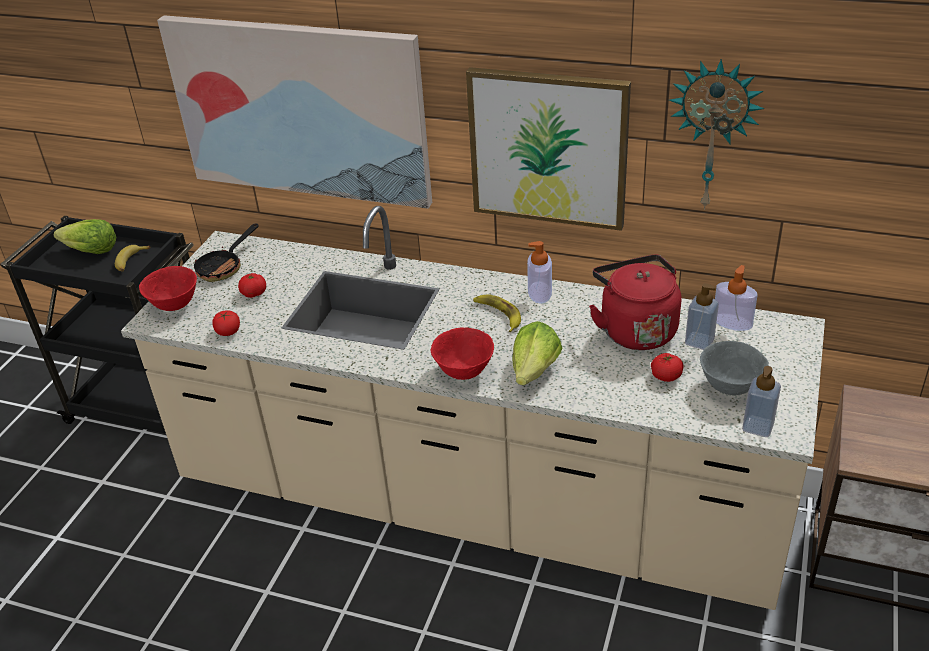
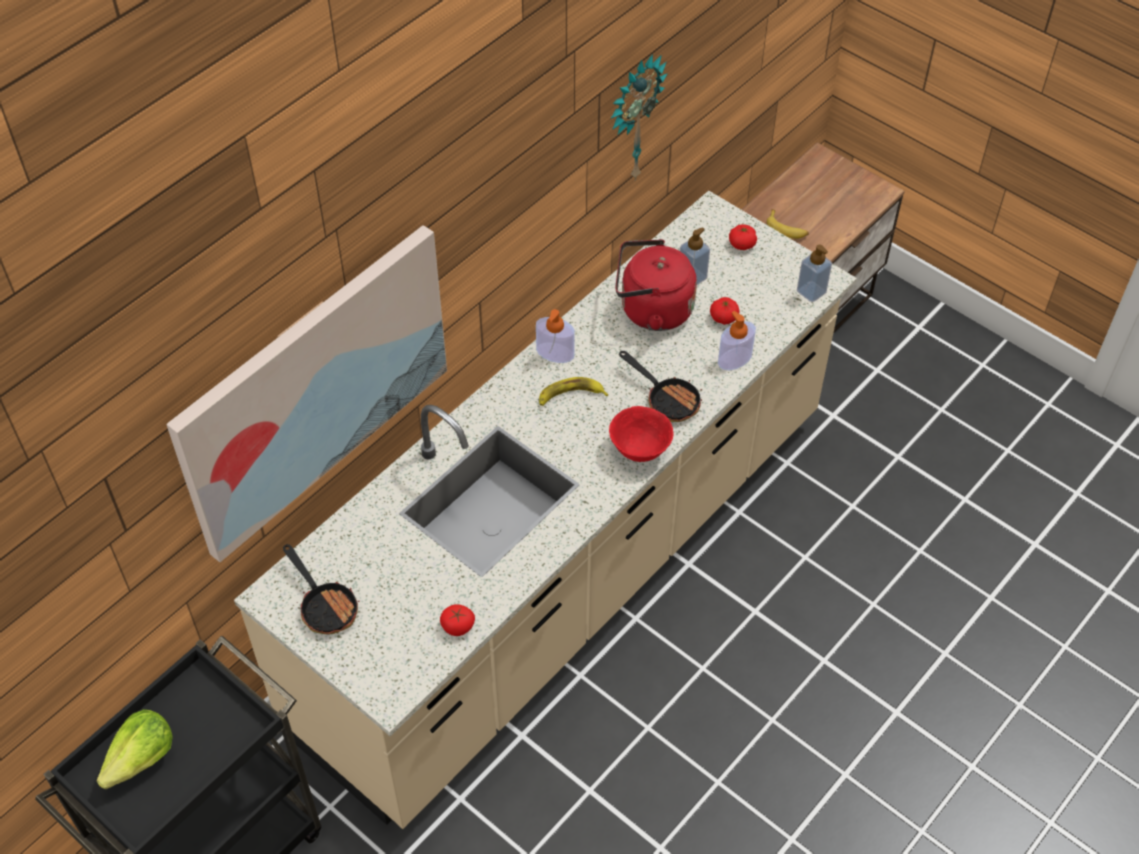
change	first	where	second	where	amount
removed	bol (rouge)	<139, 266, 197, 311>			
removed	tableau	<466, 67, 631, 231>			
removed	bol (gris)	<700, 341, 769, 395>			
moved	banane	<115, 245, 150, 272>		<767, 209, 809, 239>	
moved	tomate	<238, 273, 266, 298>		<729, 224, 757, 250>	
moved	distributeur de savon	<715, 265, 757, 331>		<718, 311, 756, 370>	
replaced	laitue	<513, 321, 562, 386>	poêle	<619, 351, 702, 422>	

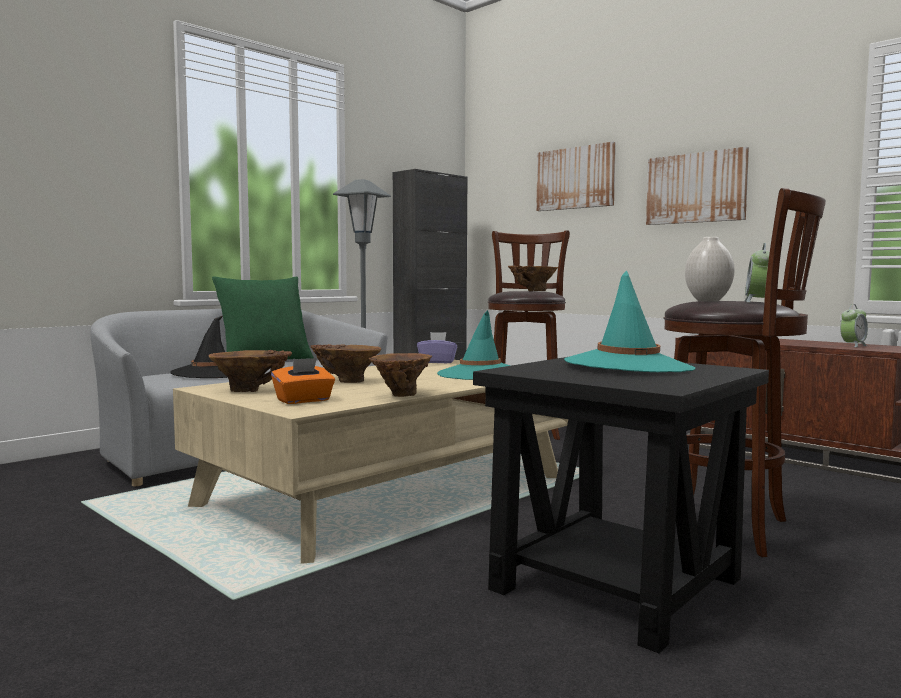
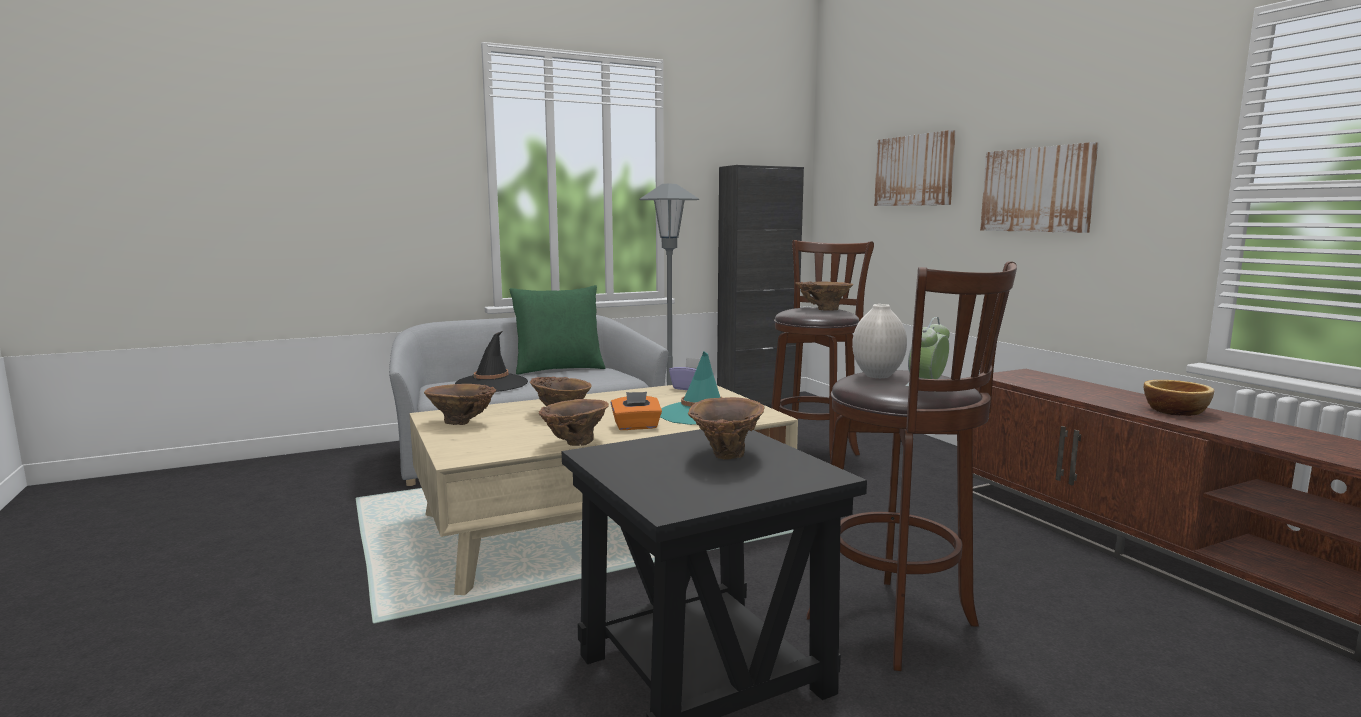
change	first	where	second	where	amount
moved	boîte à mouchoirs (orange)	<271, 358, 335, 404>		<611, 392, 662, 430>	
replaced	chapeau (turquoise)	<564, 270, 695, 372>	vase (marron)	<688, 397, 765, 460>	
replaced	réveil	<840, 304, 868, 347>	bol	<1144, 380, 1214, 416>	

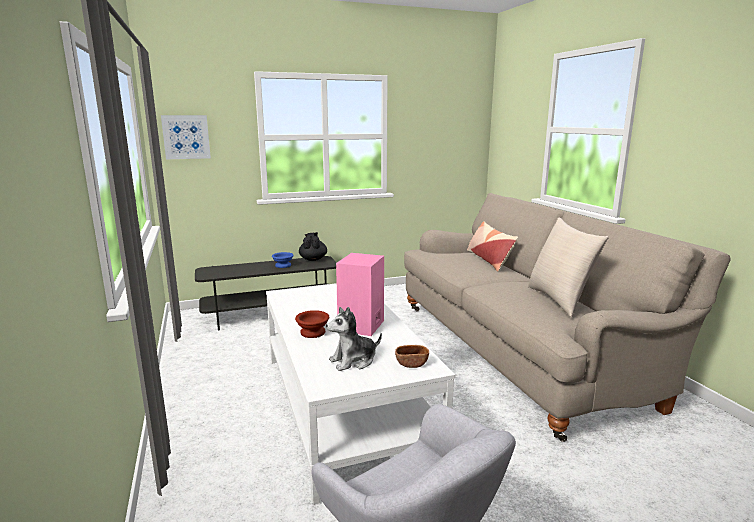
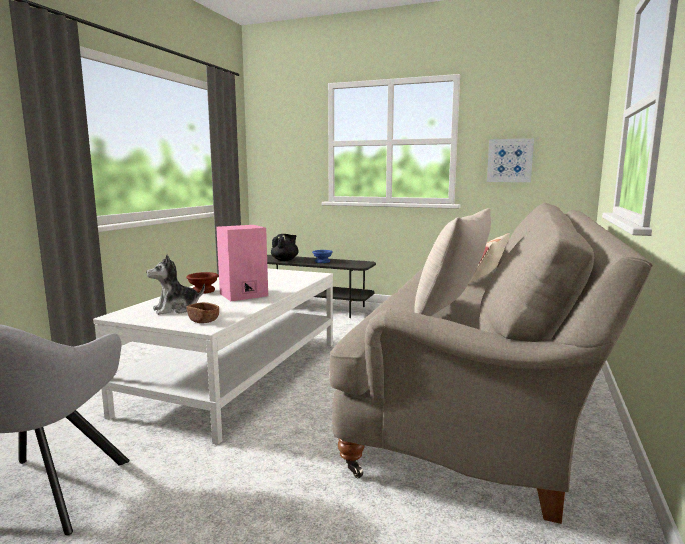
change	first	where	second	where	amount
moved	tableau	<161, 115, 211, 159>		<487, 138, 534, 182>	
moved	théière (noir)	<299, 232, 327, 261>		<271, 234, 299, 261>	
turned	peluche	<326, 307, 382, 371>		<146, 254, 205, 315>	45 degrees counterclockwise

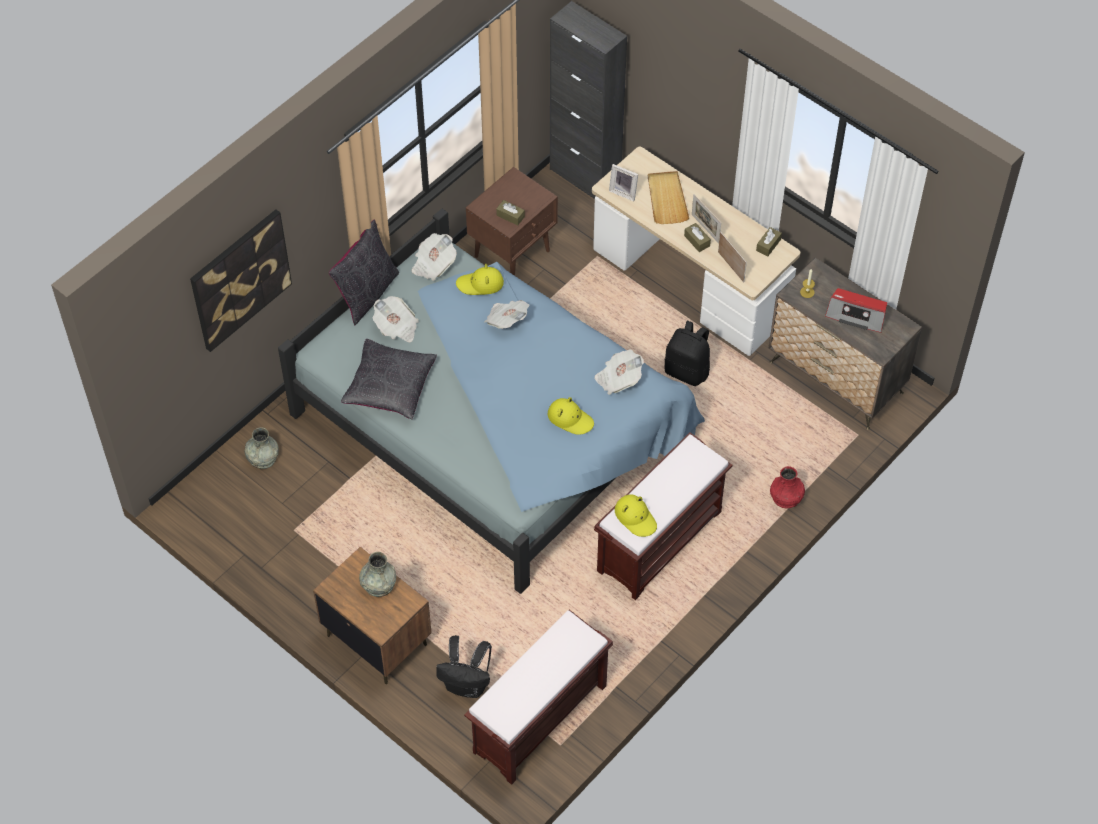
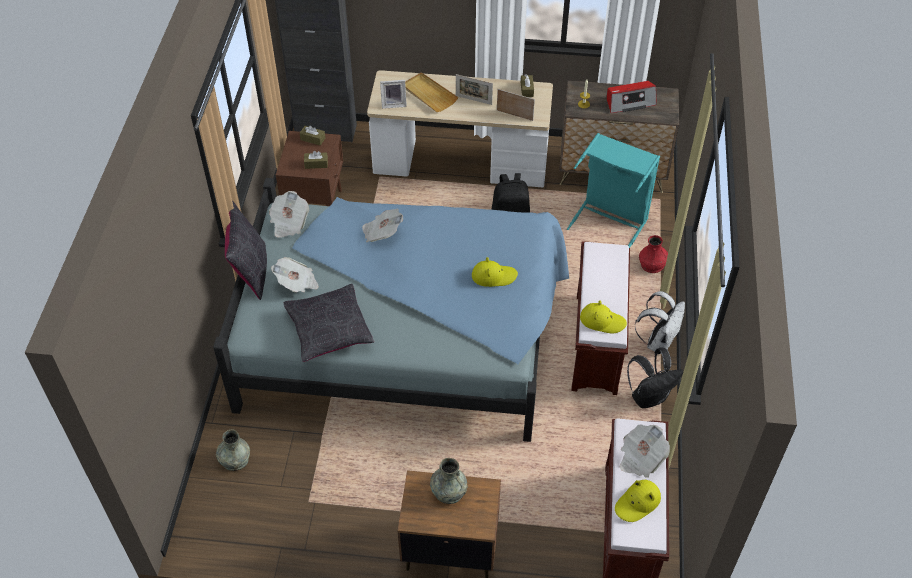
change	first	where	second	where	amount
removed	tableau	<190, 209, 292, 352>			
added			panier à linge (turquoise)	<567, 133, 660, 248>	
added			sac à dos (blanc)	<635, 291, 685, 354>	
moved	sac à dos (noir)	<436, 635, 492, 698>		<627, 348, 683, 408>	
moved	chapeau (jaune)	<456, 264, 504, 295>		<615, 480, 661, 522>	
moved	journal	<595, 349, 644, 395>		<619, 424, 670, 478>	
moved	boîte à mouchoirs (marron)	<684, 223, 711, 252>		<300, 125, 325, 146>	

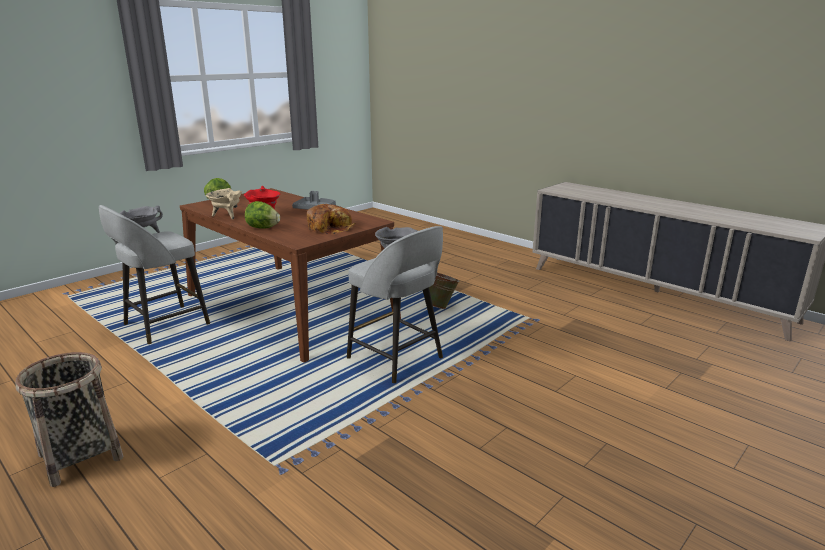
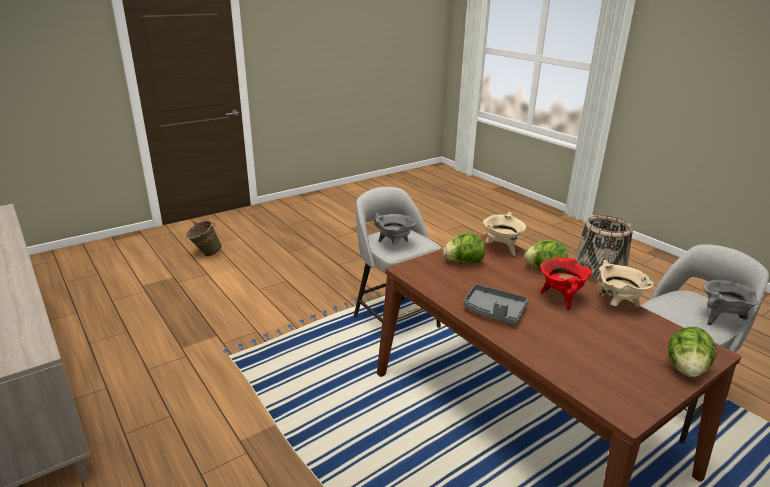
change	first	where	second	where	amount
added			marmite (beige)	<483, 212, 526, 256>	
moved	seau (vert)	<425, 273, 460, 309>		<186, 220, 222, 257>	
replaced	pain	<307, 204, 356, 234>	laitue	<443, 233, 485, 264>	

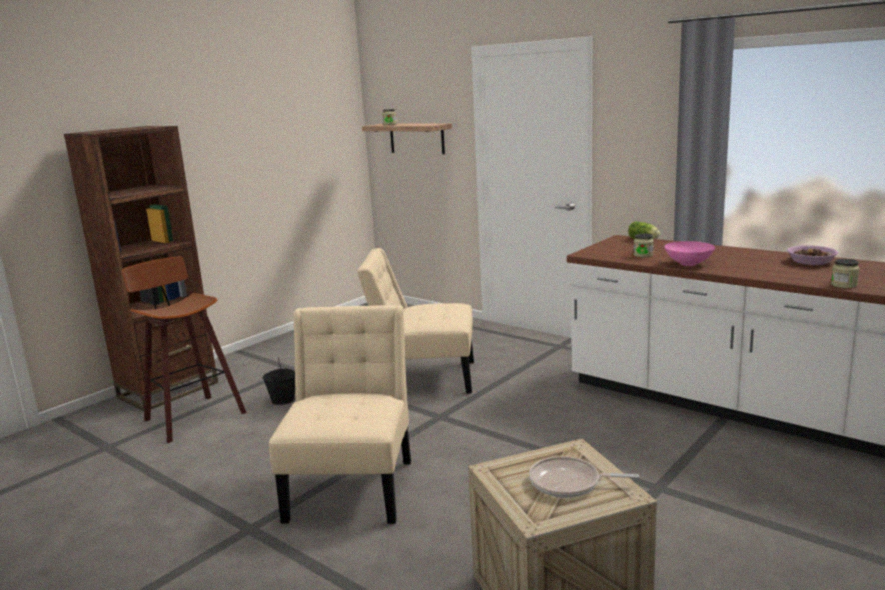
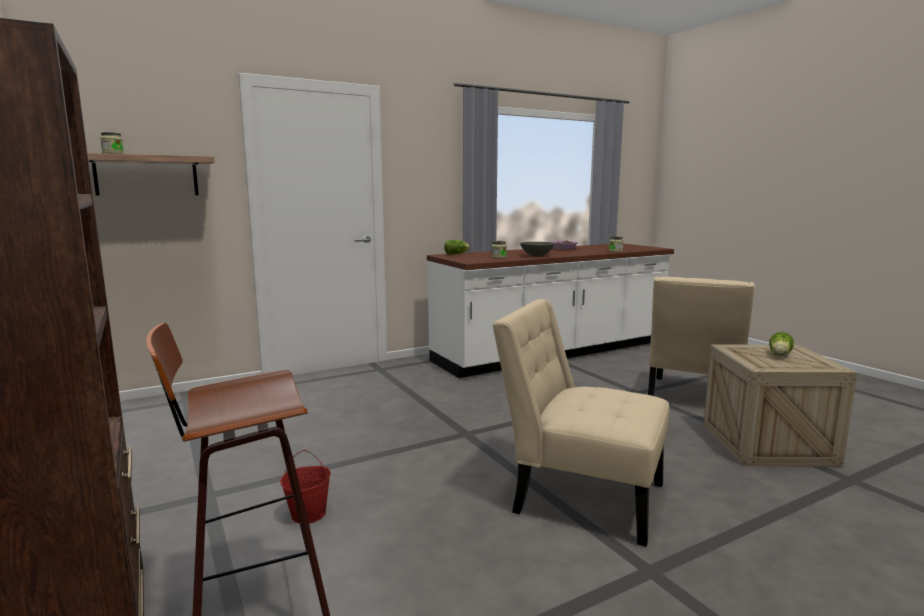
change	first	where	second	where	amount
moved	chaise (beige)	<357, 248, 474, 394>		<648, 276, 755, 396>	
replaced	poêle	<529, 456, 639, 498>	laitue	<769, 332, 794, 356>	
recoloured	seau (noir)	<262, 357, 295, 405>	seau (rouge)	<281, 450, 331, 524>	
recoloured	bol (rose)	<664, 241, 715, 266>	bol (gris)	<520, 242, 555, 257>	

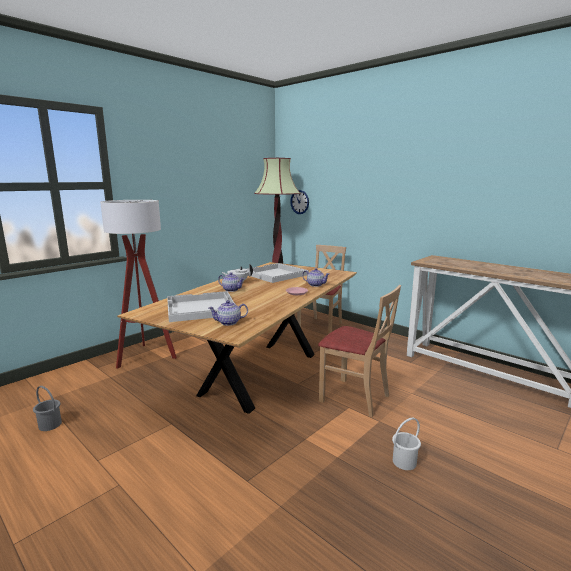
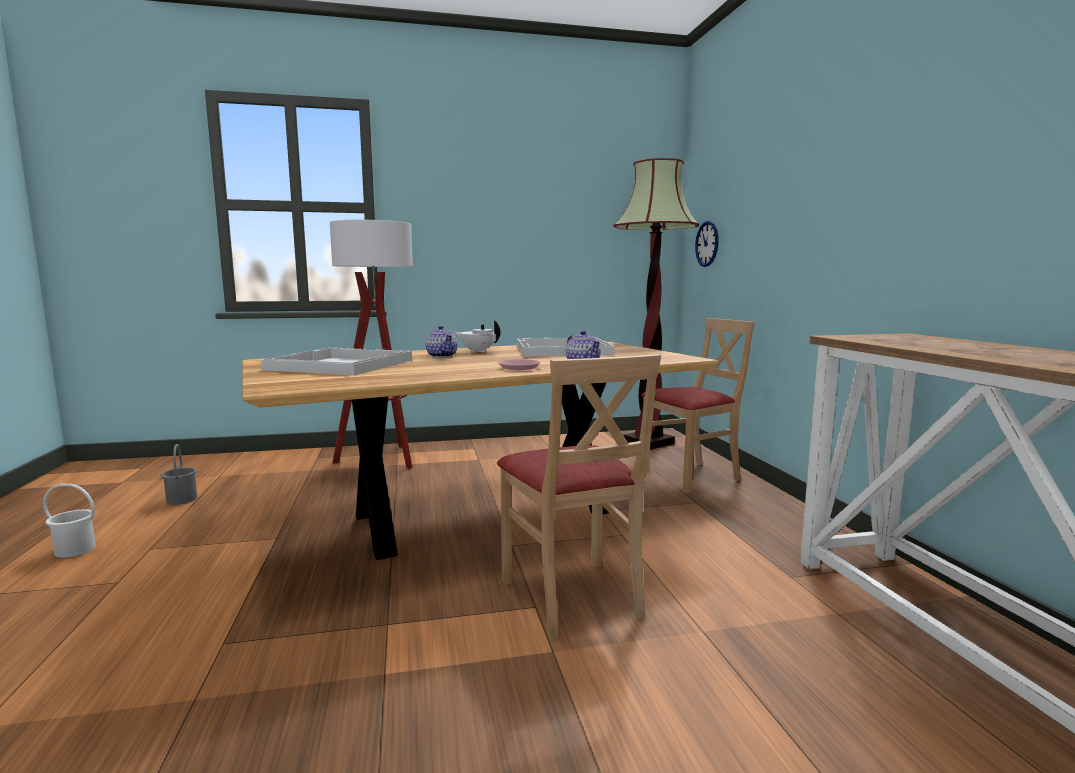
change	first	where	second	where	amount
removed	théière	<208, 300, 248, 326>			
moved	seau (blanc)	<392, 418, 421, 470>		<43, 483, 96, 558>	

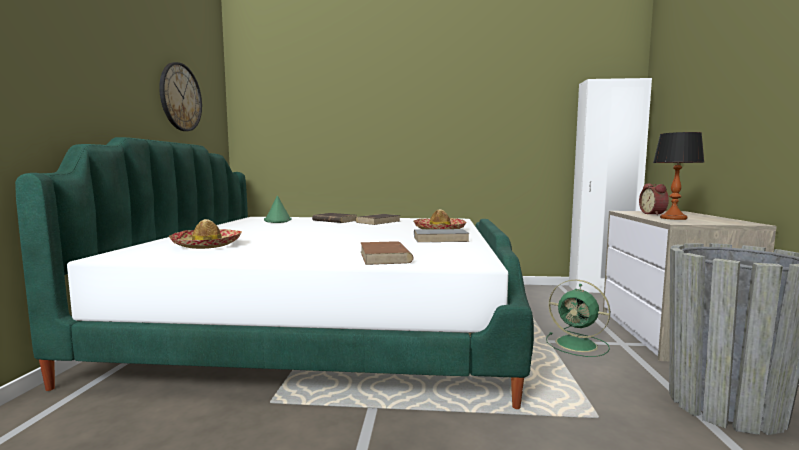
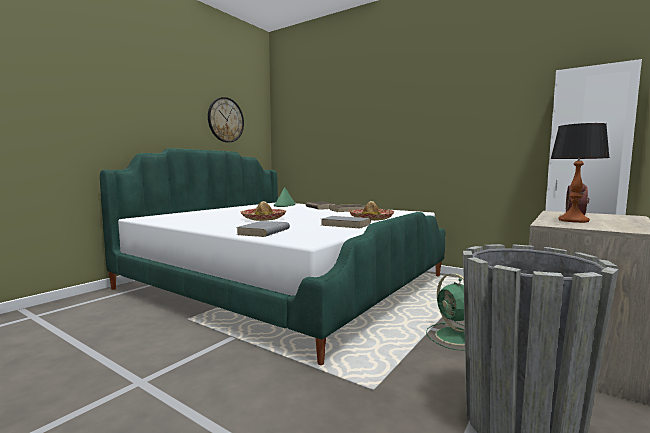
change	first	where	second	where	amount
moved	chapeau	<169, 219, 242, 249>		<241, 201, 286, 221>	
recoloured	livre (marron)	<360, 241, 414, 265>	livre (gris)	<237, 221, 290, 237>	

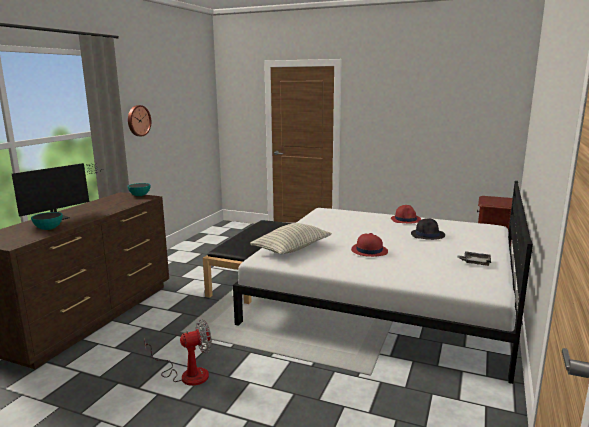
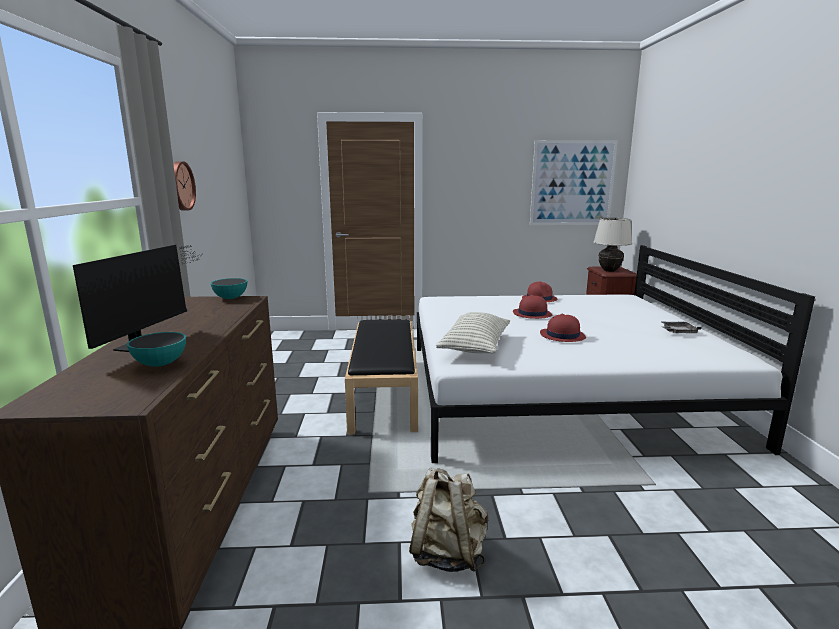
change	first	where	second	where	amount
removed	chapeau (noir)	<411, 218, 445, 240>			
added			chapeau (rouge)	<513, 295, 552, 319>	
added			tableau	<530, 140, 618, 225>	
added			lampe de table (beige)	<593, 218, 632, 272>	
replaced	ventilateur	<144, 320, 212, 386>	sac à dos (beige)	<409, 467, 488, 572>	

